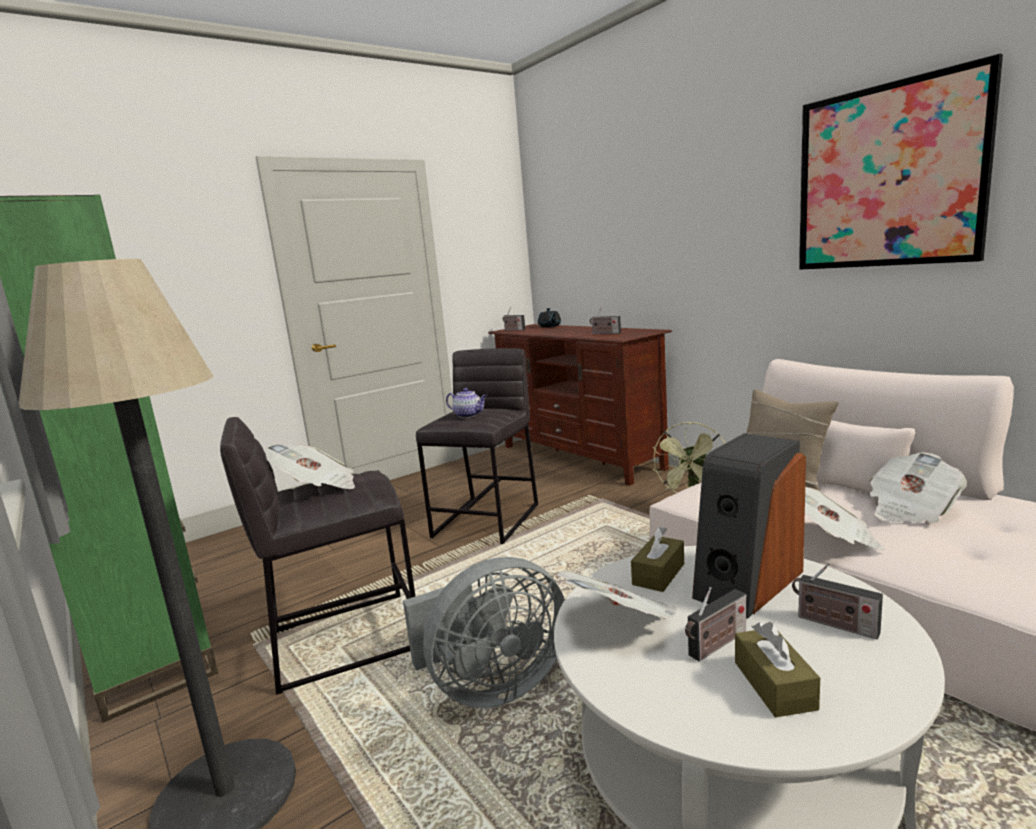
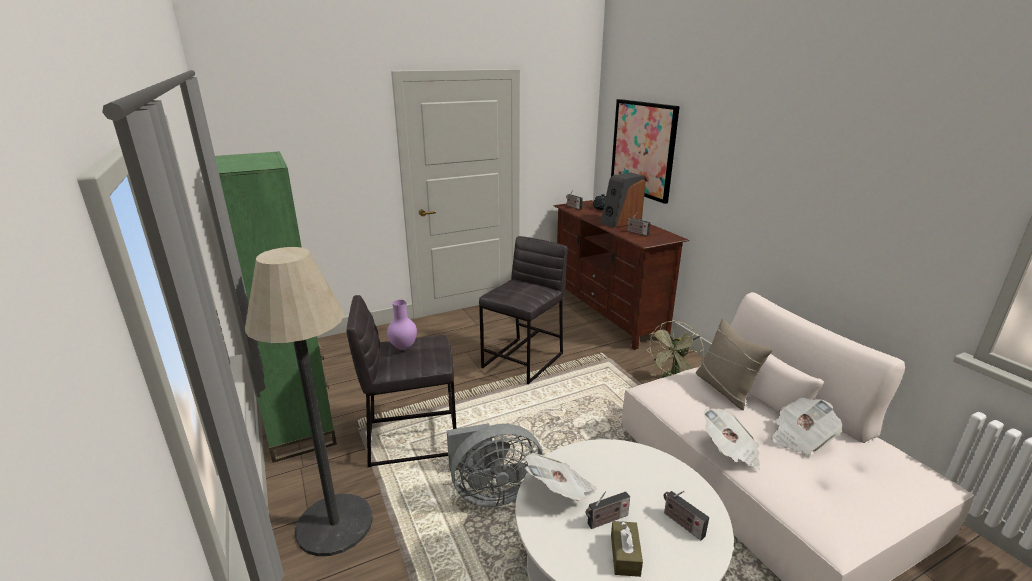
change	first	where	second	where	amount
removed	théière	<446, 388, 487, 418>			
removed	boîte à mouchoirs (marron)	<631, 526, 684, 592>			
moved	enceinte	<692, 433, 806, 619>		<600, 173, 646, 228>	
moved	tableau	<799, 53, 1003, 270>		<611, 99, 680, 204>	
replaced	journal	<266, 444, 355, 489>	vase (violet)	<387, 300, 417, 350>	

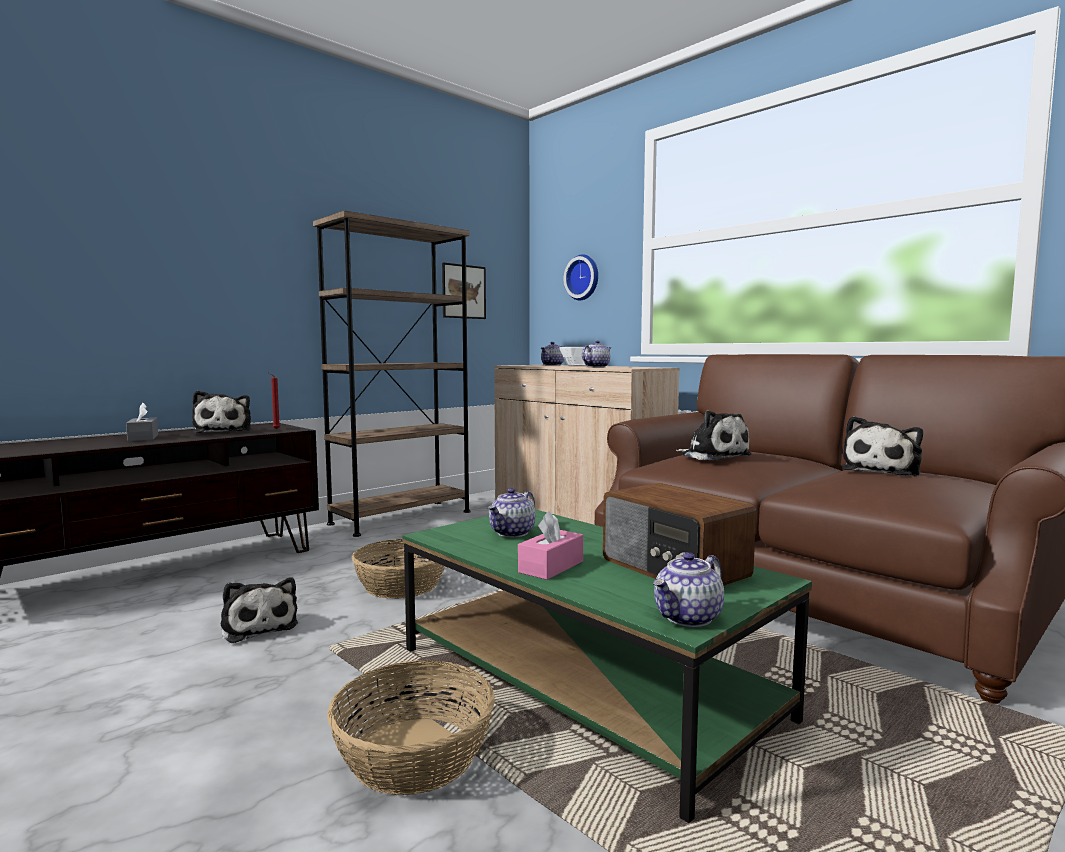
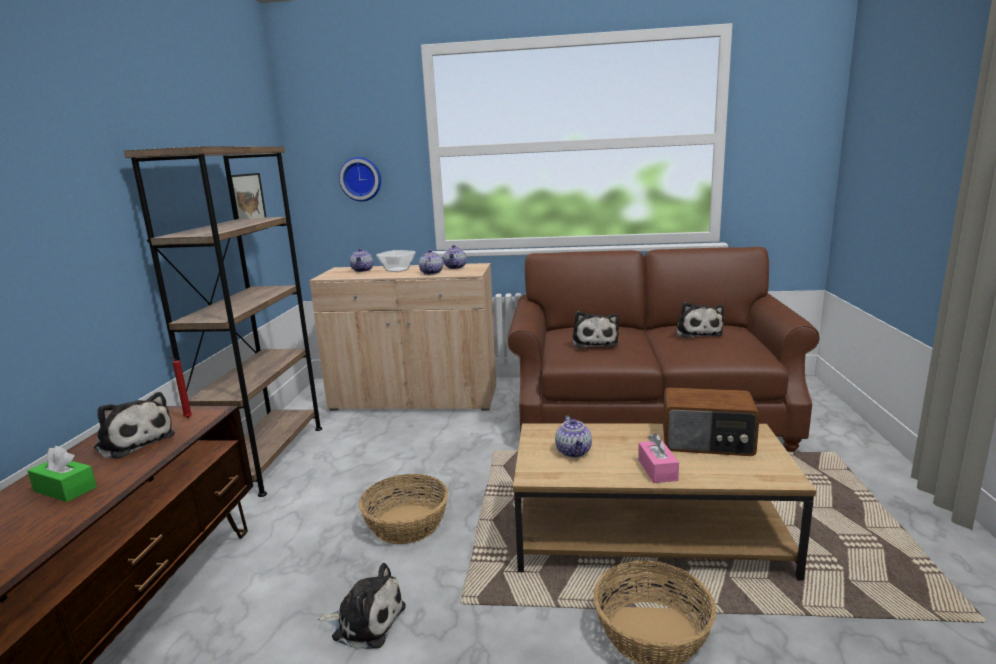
change	first	where	second	where	amount
moved	théière	<653, 552, 724, 627>		<443, 245, 467, 269>	
recoloured	boîte à mouchoirs (gris)	<126, 403, 158, 441>	boîte à mouchoirs (vert)	<28, 446, 97, 502>	
recoloured	table basse (vert)	<402, 509, 812, 823>	table basse (marron)	<513, 423, 816, 581>	
turned	peluche	<676, 410, 752, 460>		<573, 311, 619, 348>	75 degrees clockwise

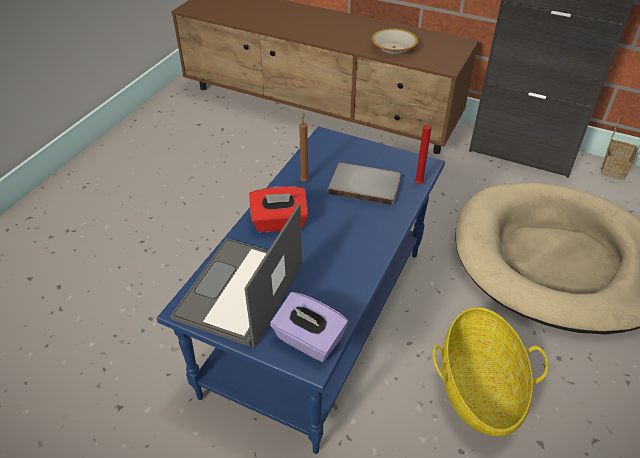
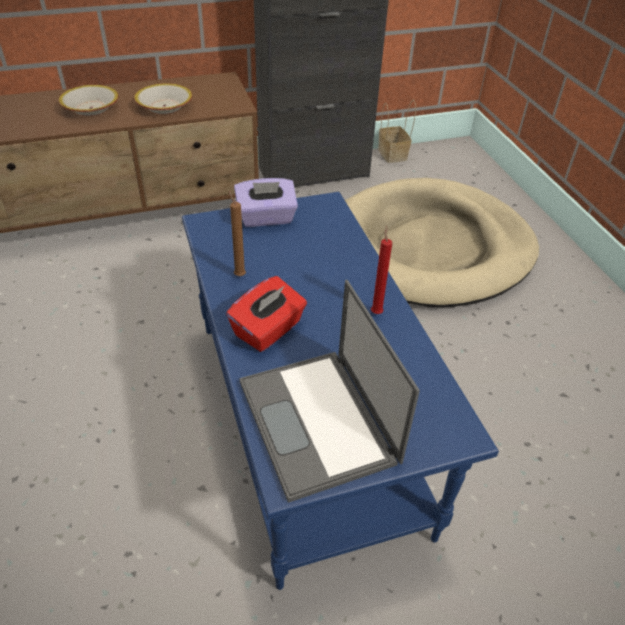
change	first	where	second	where	amount
removed	livre (gris)	<328, 162, 401, 206>			
removed	panier	<433, 307, 548, 437>			
added			bol	<59, 85, 119, 116>	
moved	boîte à mouchoirs (violet)	<270, 292, 348, 362>		<234, 178, 298, 227>	
moved	bougie (rouge)	<415, 116, 433, 184>		<371, 226, 392, 314>	

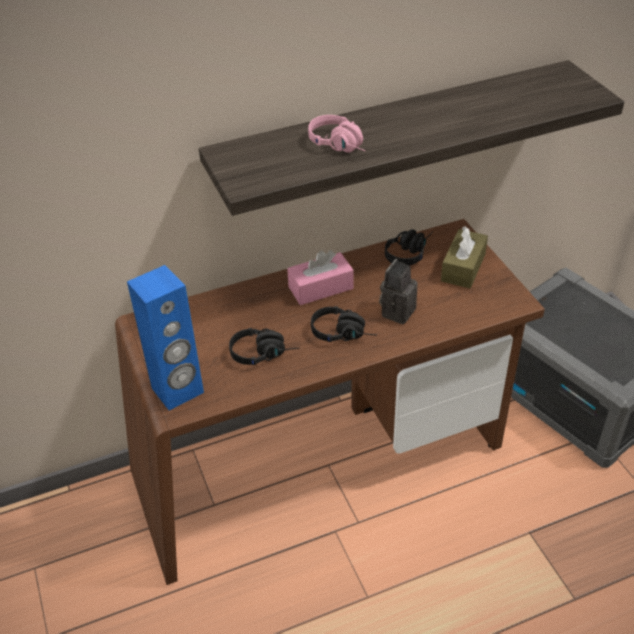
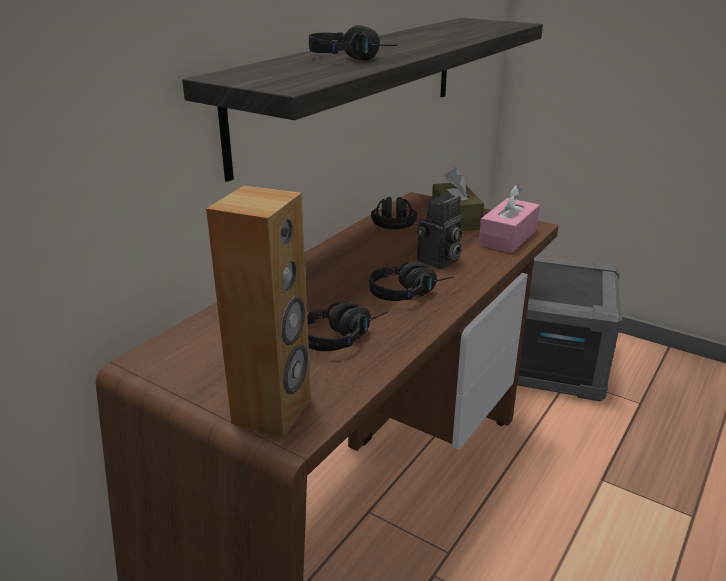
change	first	where	second	where	amount
moved	boîte à mouchoirs (rose)	<287, 250, 354, 305>		<479, 184, 540, 253>	
recoloured	enceinte (bleu)	<127, 265, 204, 411>	enceinte (marron)	<206, 186, 311, 437>	
recoloured	casque audio (rose)	<308, 115, 366, 153>	casque audio (noir)	<309, 25, 397, 61>	
turned	appareil photo	<379, 259, 418, 324>		<417, 194, 462, 269>	135 degrees counterclockwise

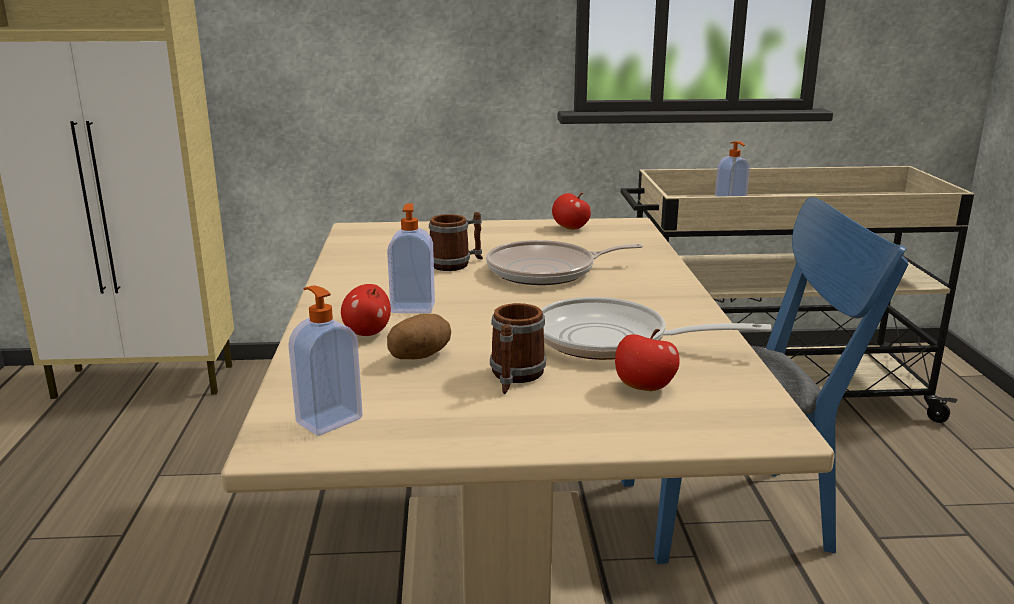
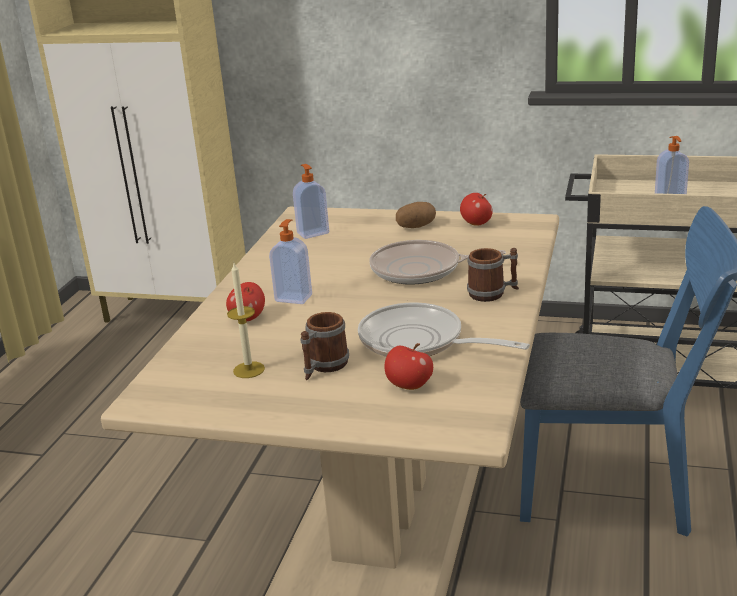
change	first	where	second	where	amount
added			bougie	<227, 263, 265, 378>	
moved	distributeur de savon	<288, 285, 363, 436>		<293, 164, 329, 239>	
moved	pomme de terre	<387, 314, 451, 359>		<396, 202, 436, 228>	
moved	mug	<429, 212, 483, 271>		<467, 248, 519, 302>	

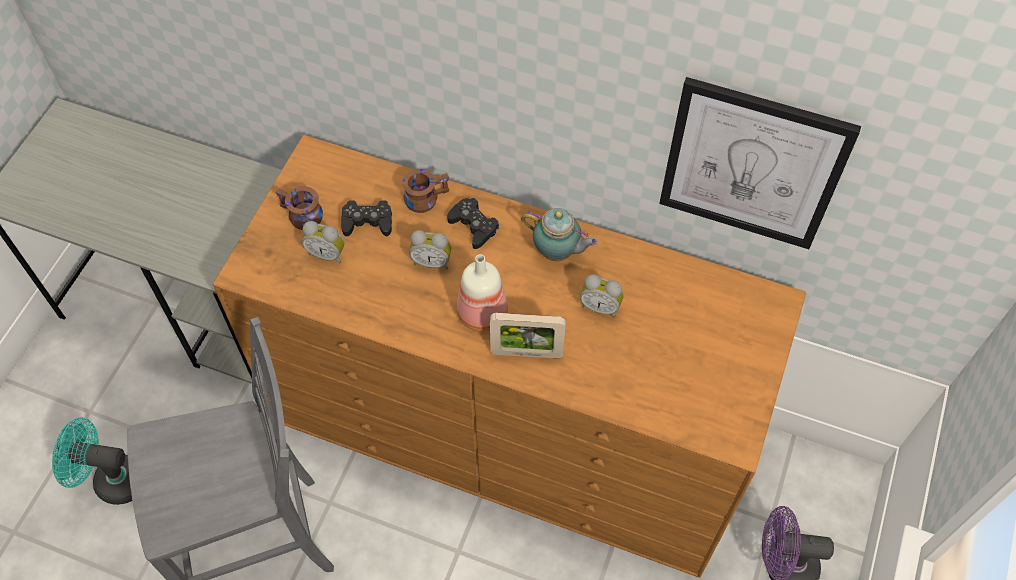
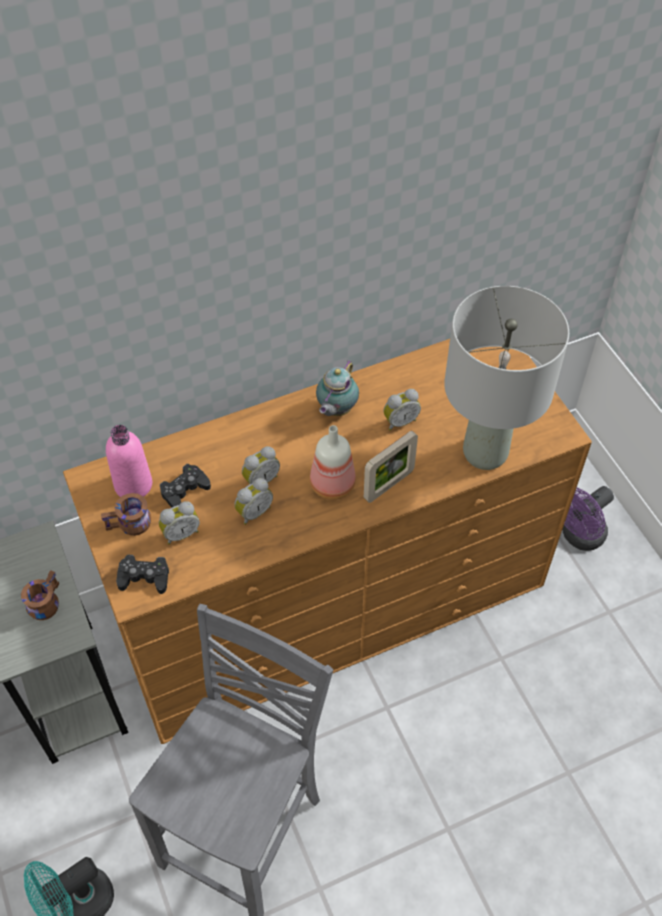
change	first	where	second	where	amount
removed	tableau	<659, 77, 861, 249>			
added			bouteille (rose)	<106, 425, 152, 497>	
added			réveil	<235, 478, 273, 525>	
added			lampe de table (gris)	<444, 286, 569, 470>	
moved	mug (marron)	<402, 169, 449, 213>		<21, 570, 59, 620>	
moved	manette (noir)	<447, 198, 499, 249>		<116, 555, 169, 594>	
turned	théière	<521, 208, 598, 261>		<316, 360, 359, 416>	135 degrees clockwise

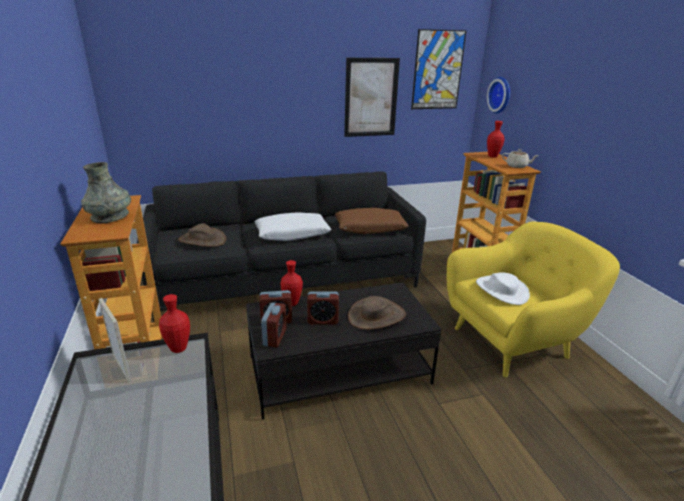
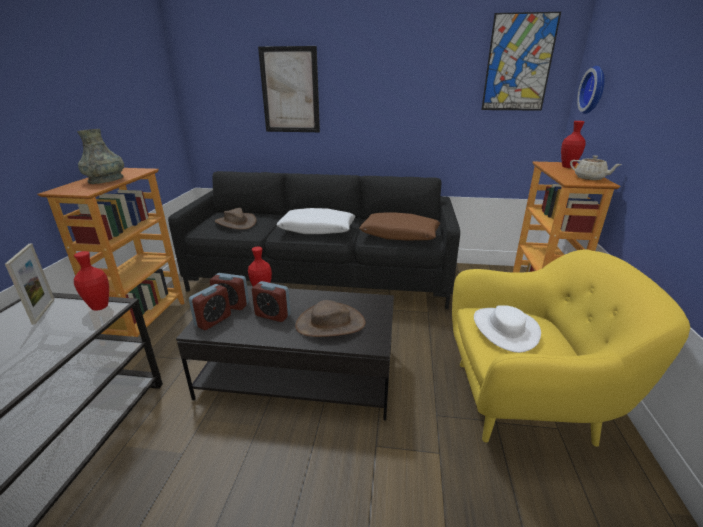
change	first	where	second	where	amount
moved	tableau	<344, 58, 400, 137>		<258, 46, 320, 132>	

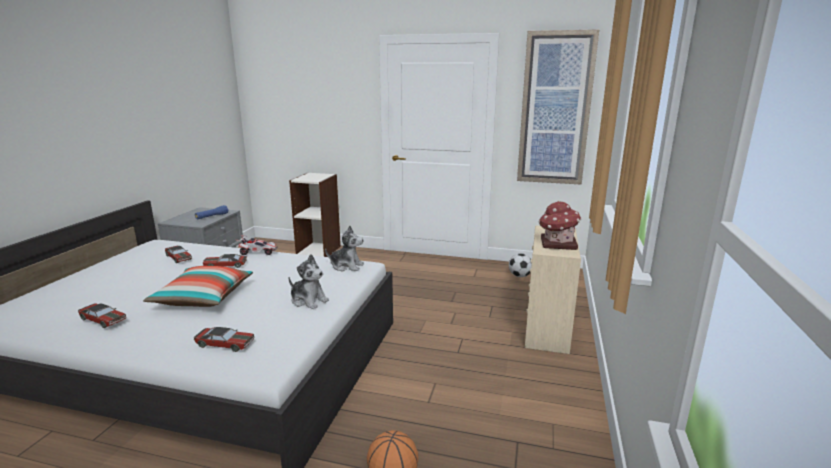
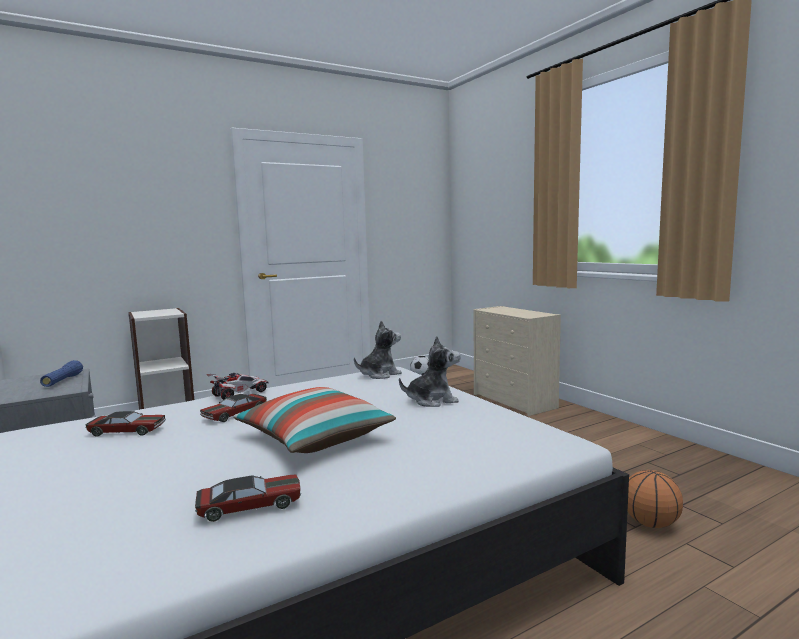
change	first	where	second	where	amount
removed	petite voiture	<194, 327, 255, 352>			
removed	tableau	<517, 29, 599, 185>			
removed	maison miniature	<539, 201, 581, 250>			

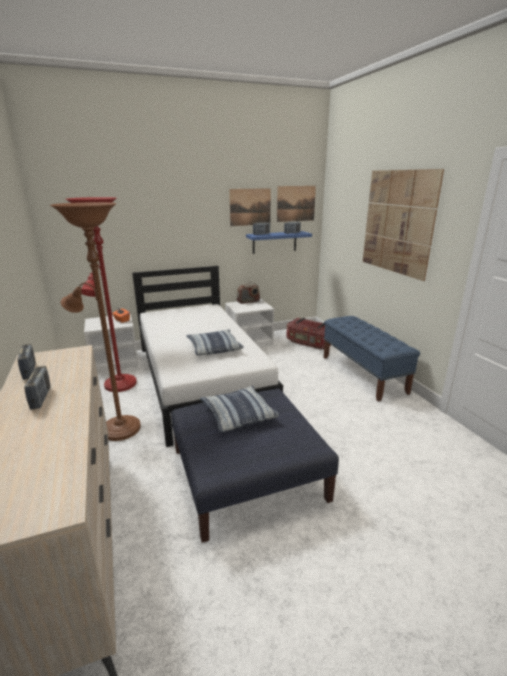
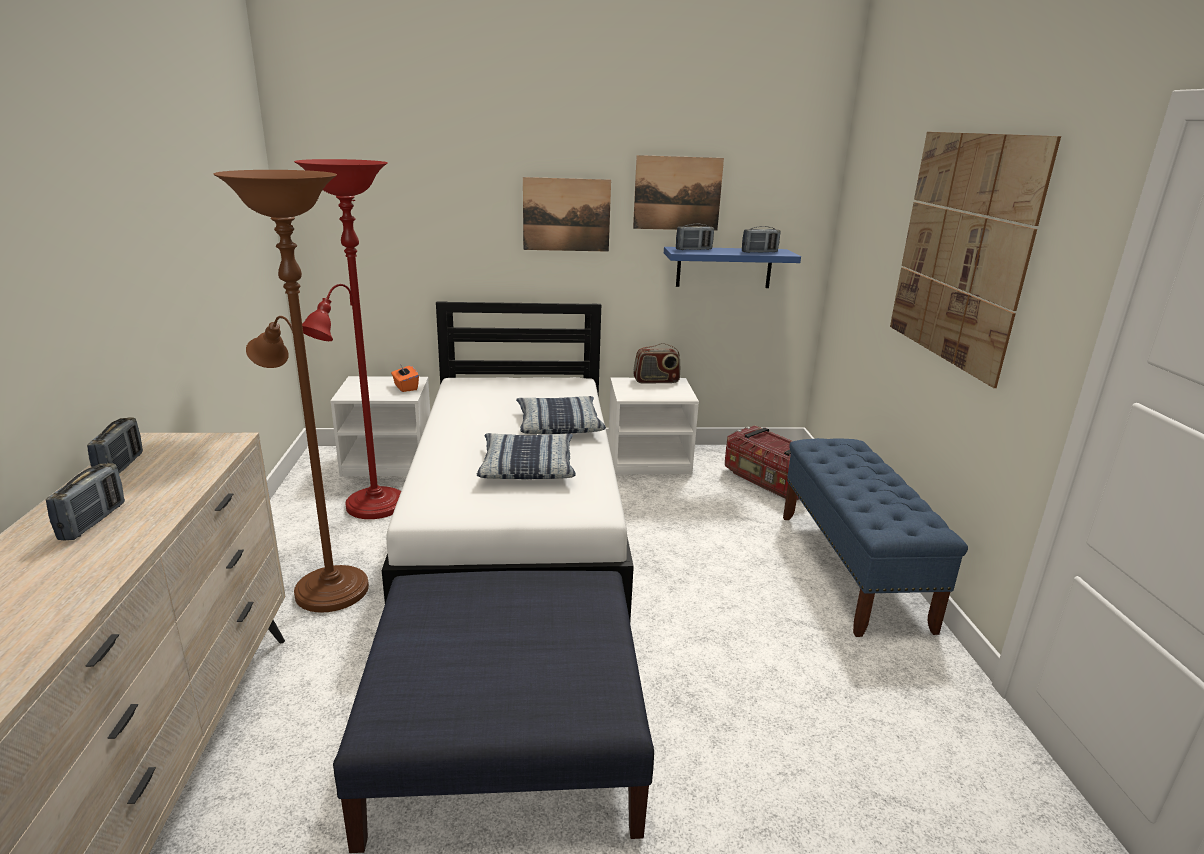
change	first	where	second	where	amount
moved	coussin	<200, 386, 280, 432>		<516, 396, 606, 434>	
moved	tableau	<277, 186, 316, 222>		<523, 177, 611, 252>	

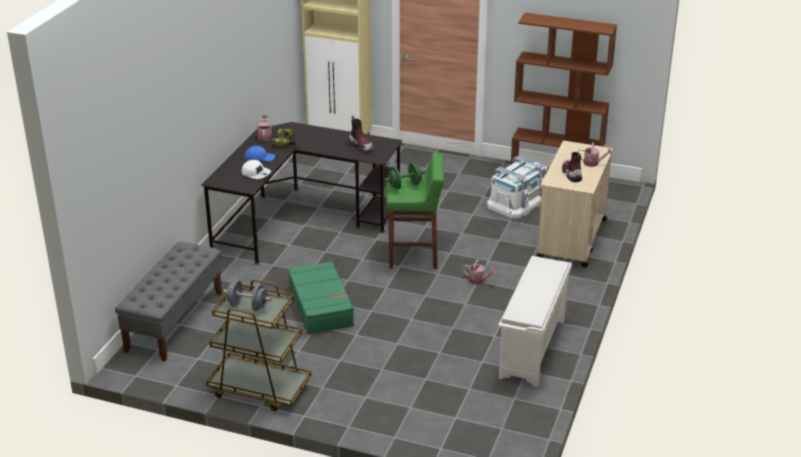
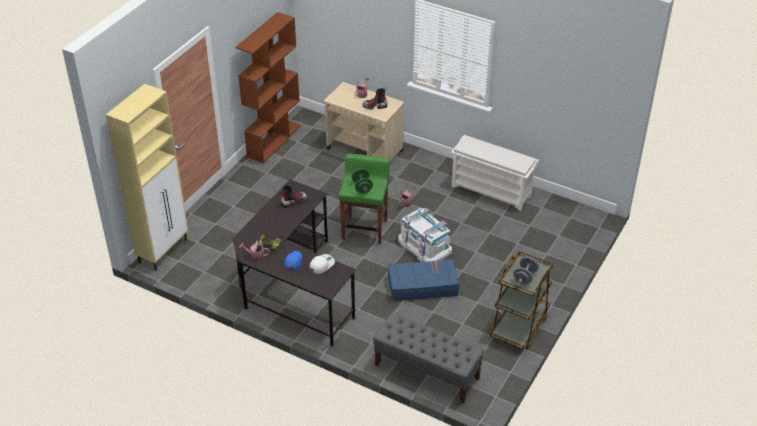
change	first	where	second	where	amount
moved	boîte de rangement (blanc)	<487, 156, 548, 218>		<398, 208, 452, 262>	
recoloured	valise (vert)	<288, 261, 356, 334>	valise (bleu)	<388, 259, 459, 301>	

